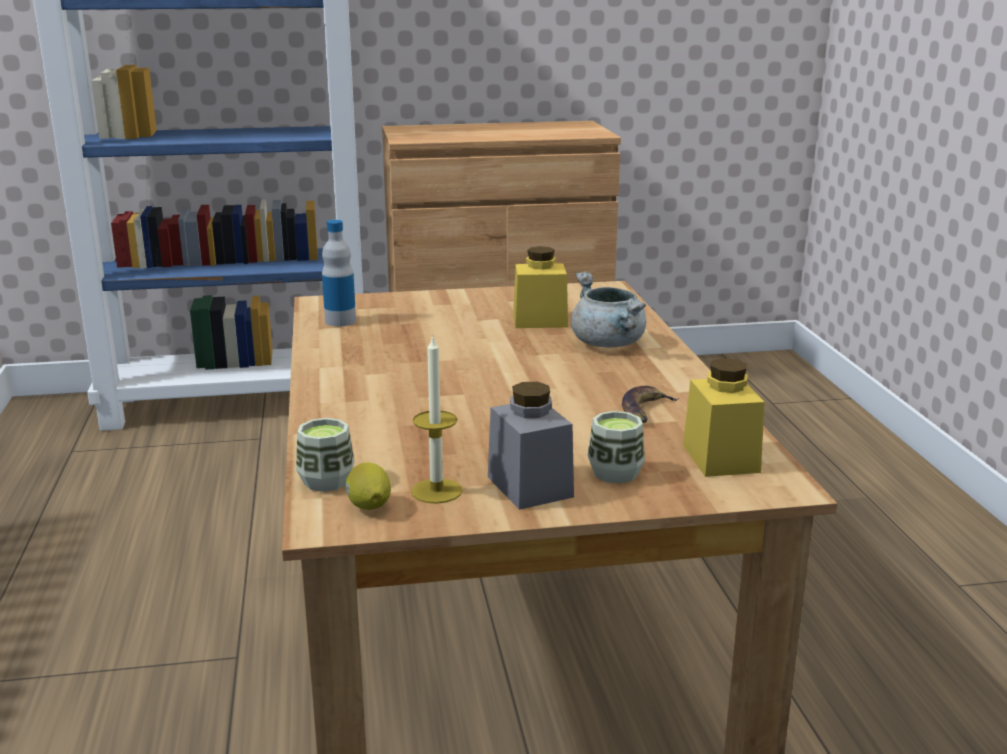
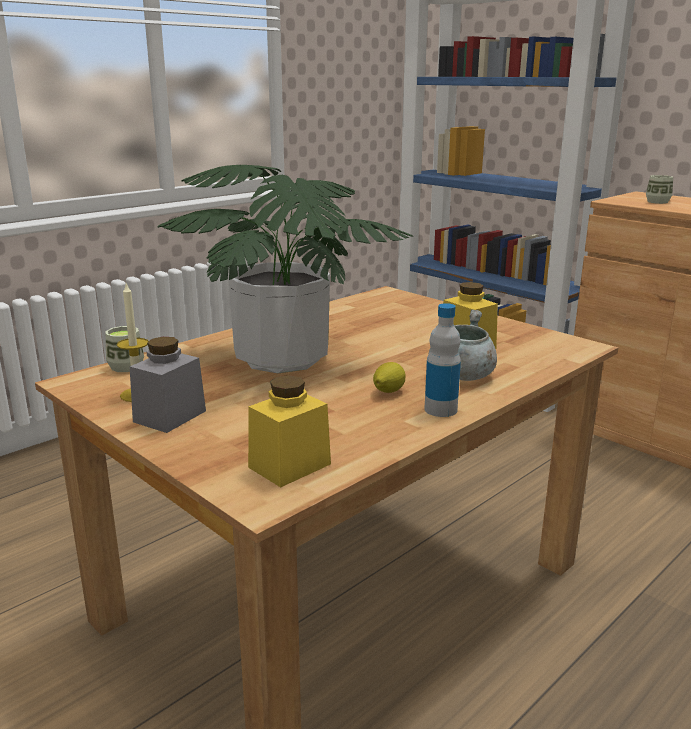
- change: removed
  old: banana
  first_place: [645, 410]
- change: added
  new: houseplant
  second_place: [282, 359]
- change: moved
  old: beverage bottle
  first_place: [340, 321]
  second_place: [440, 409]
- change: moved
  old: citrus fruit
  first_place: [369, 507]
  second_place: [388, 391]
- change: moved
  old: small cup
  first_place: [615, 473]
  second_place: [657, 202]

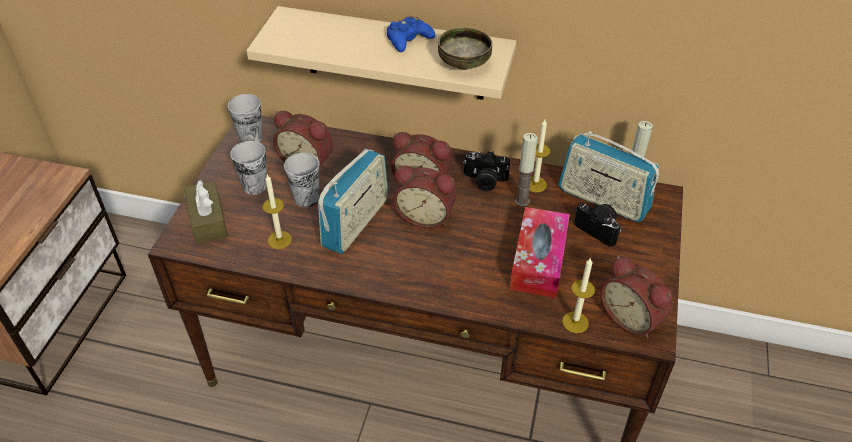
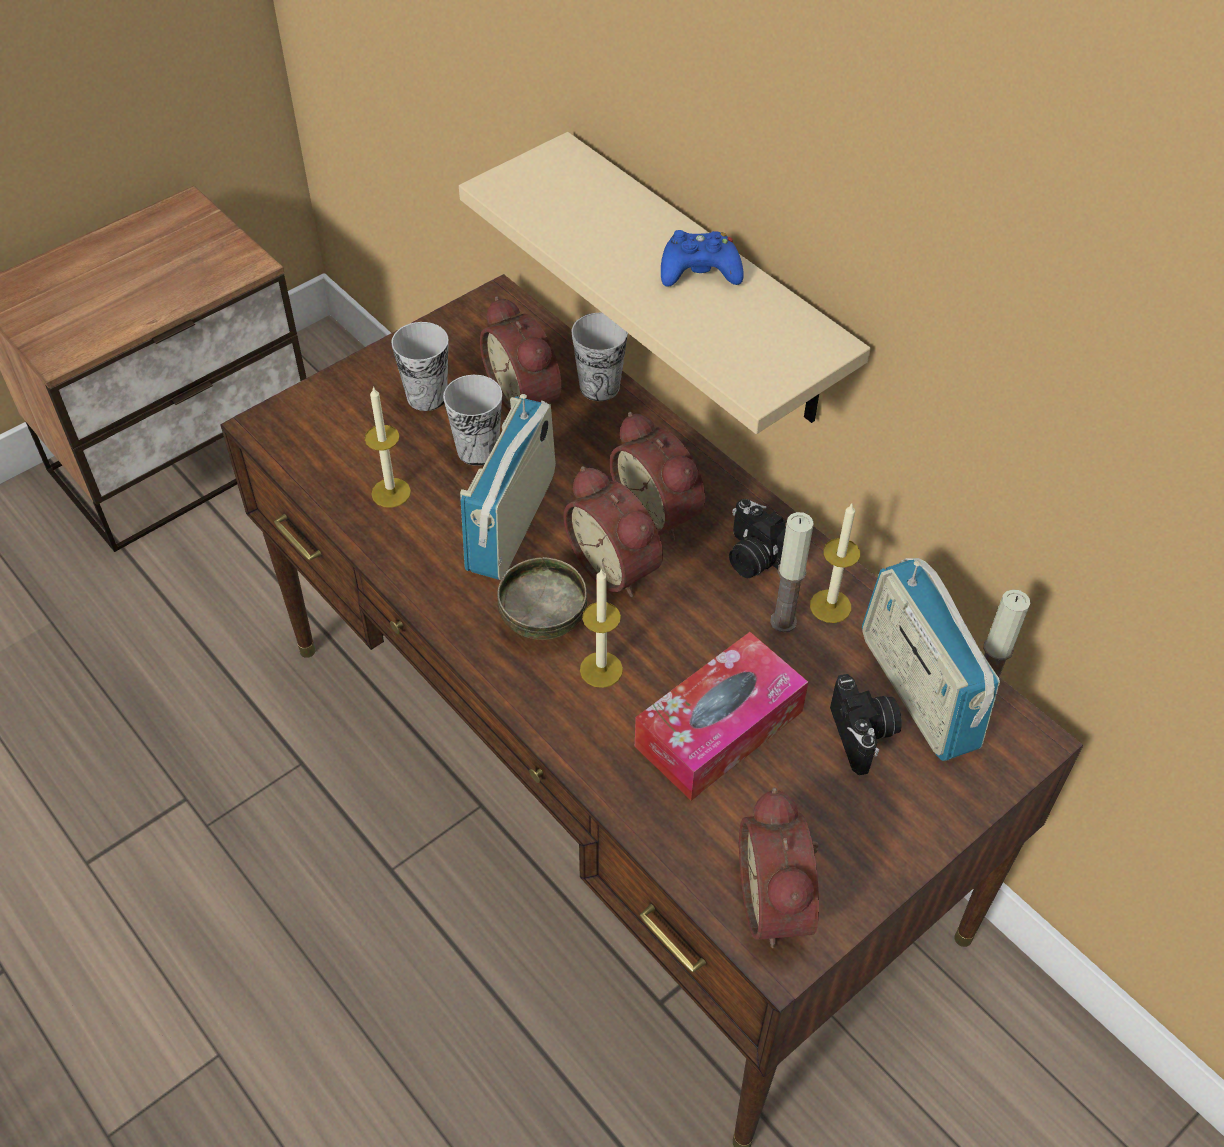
- change: removed
  old: brown tissue holder
  first_place: [208, 221]
- change: moved
  old: small cup
  first_place: [251, 137]
  second_place: [599, 387]
- change: moved
  old: deep dish
  first_place: [463, 64]
  second_place: [542, 618]
- change: moved
  old: candle
  first_place: [575, 322]
  second_place: [601, 669]
- change: turned
  old: radio set
  first_place: [356, 222]
  second_place: [512, 522]
  degrees: 135

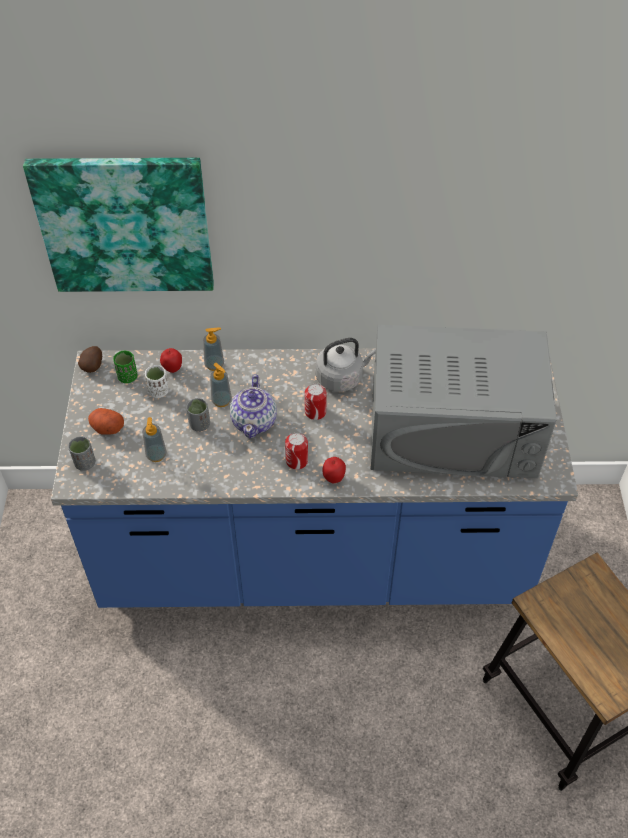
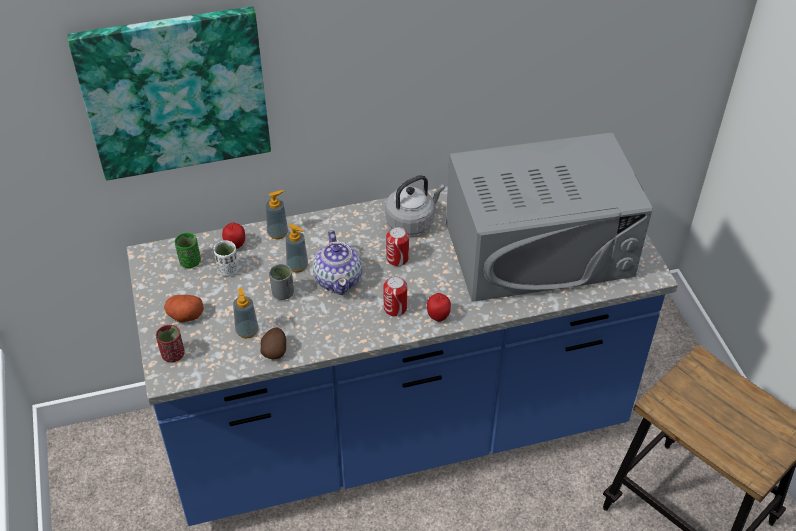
- change: moved
  old: potato
  first_place: [93, 365]
  second_place: [275, 350]
- change: recoloured
  old: greyish small cup
  new: red-coloured small cup
  first_place: [85, 463]
  second_place: [173, 354]

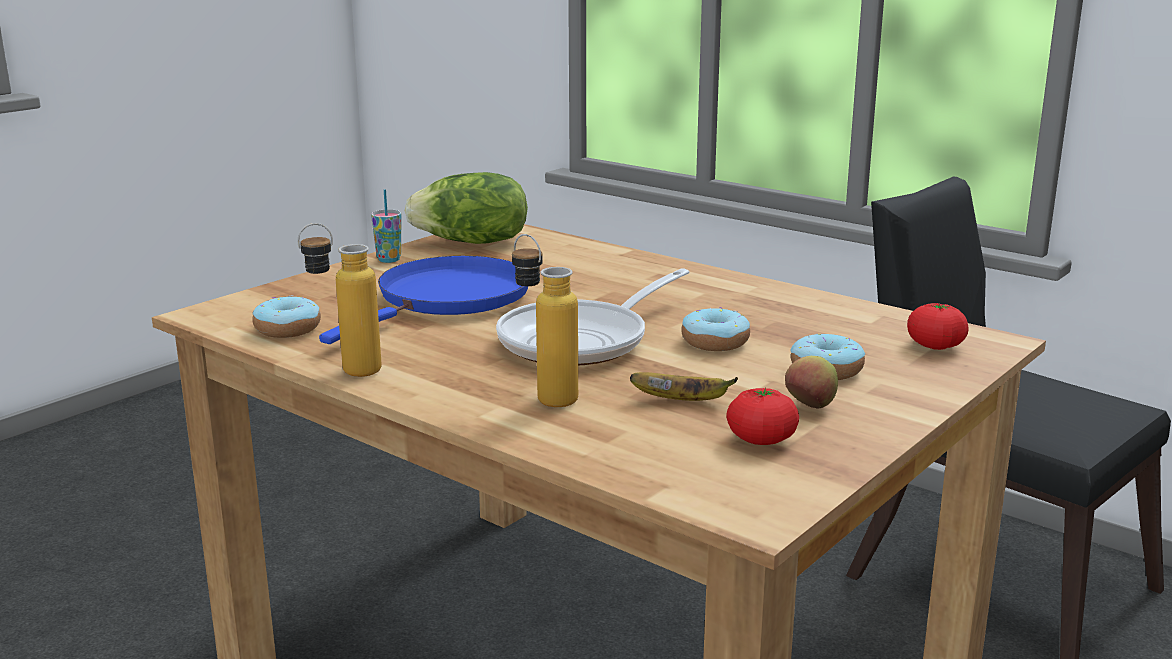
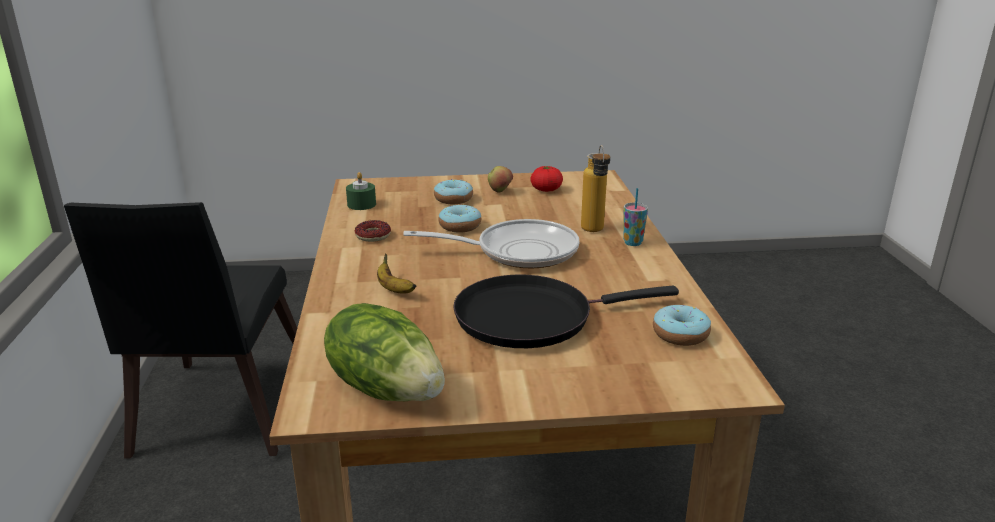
- change: removed
  old: beverage bottle
  first_place: [346, 373]
- change: removed
  old: tomato
  first_place: [935, 346]
- change: added
  new: green candle
  second_place: [361, 204]
- change: added
  new: doughnut
  second_place: [373, 236]
- change: moved
  old: small cup
  first_place: [389, 260]
  second_place: [632, 243]
- change: moved
  old: banana
  first_place: [682, 401]
  second_place: [394, 289]
- change: recoloured
  old: bluish pan
  new: black-coloured pan
  first_place: [448, 299]
  second_place: [532, 317]

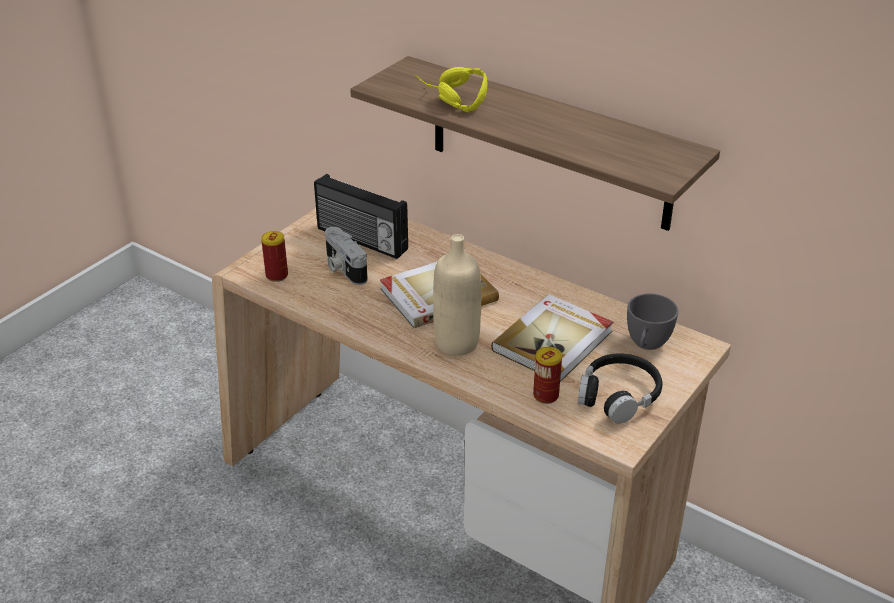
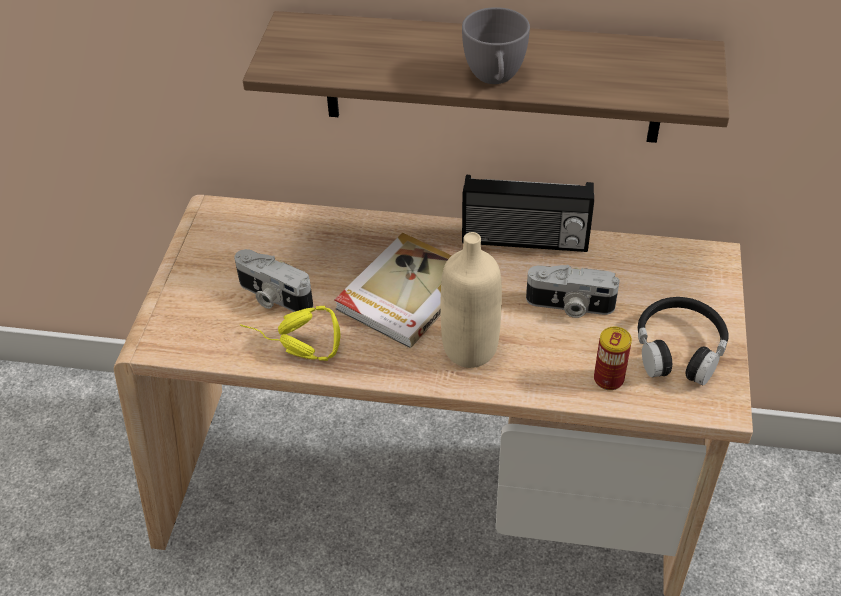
- change: removed
  old: metal can
  first_place: [277, 275]
- change: moved
  old: radio set
  first_place: [361, 240]
  second_place: [525, 241]
- change: moved
  old: yellow pair of headphones
  first_place: [446, 100]
  second_place: [290, 348]
- change: moved
  old: greyish small cup
  first_place: [646, 345]
  second_place: [495, 78]
- change: replaced
  old: book
  new: still camera
  first_place: [554, 341]
  second_place: [569, 306]

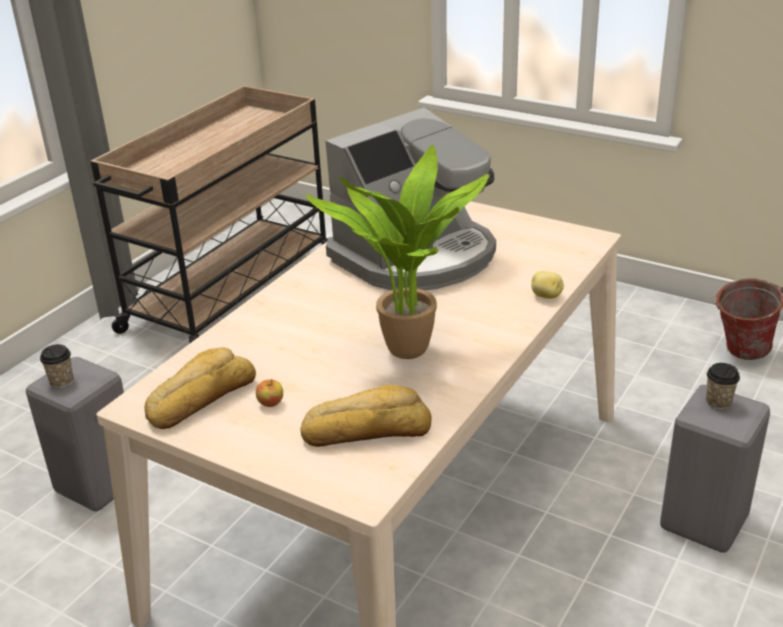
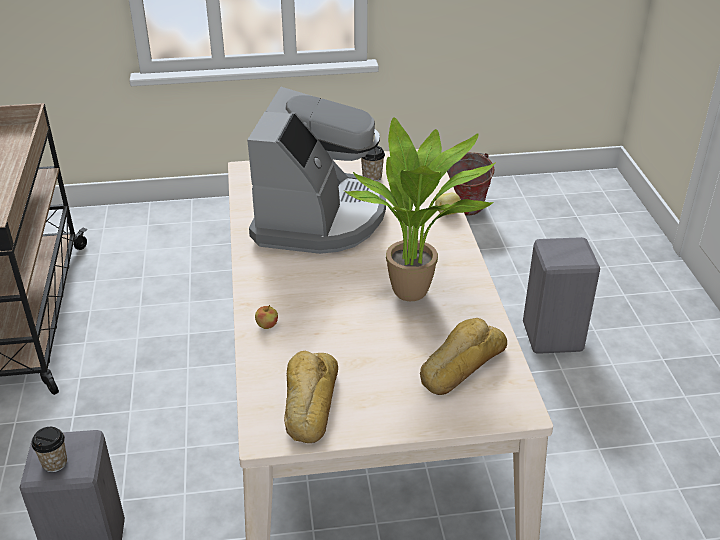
- change: moved
  old: whole apple
  first_place: [271, 403]
  second_place: [267, 325]
- change: moved
  old: small cup
  first_place: [718, 402]
  second_place: [372, 177]

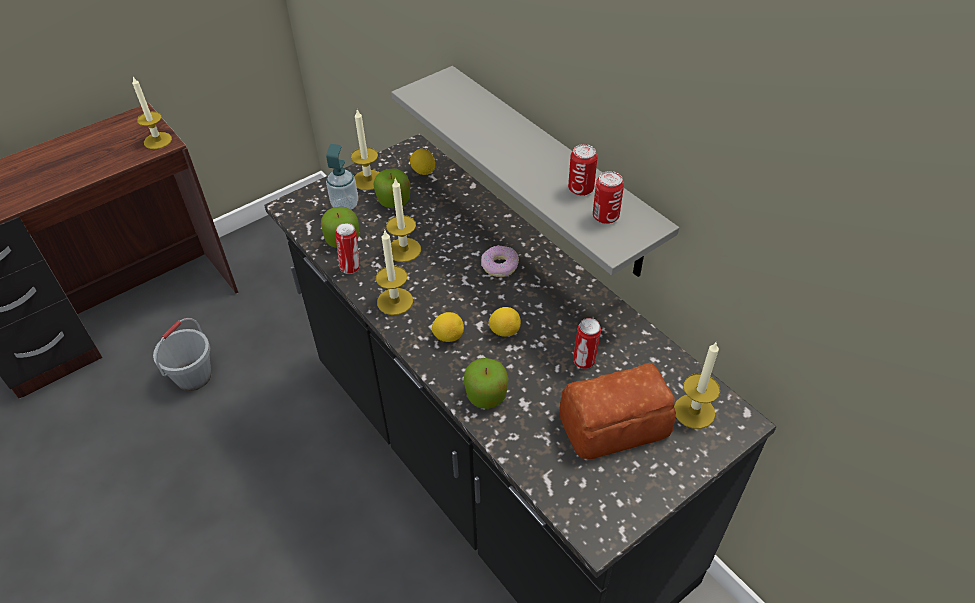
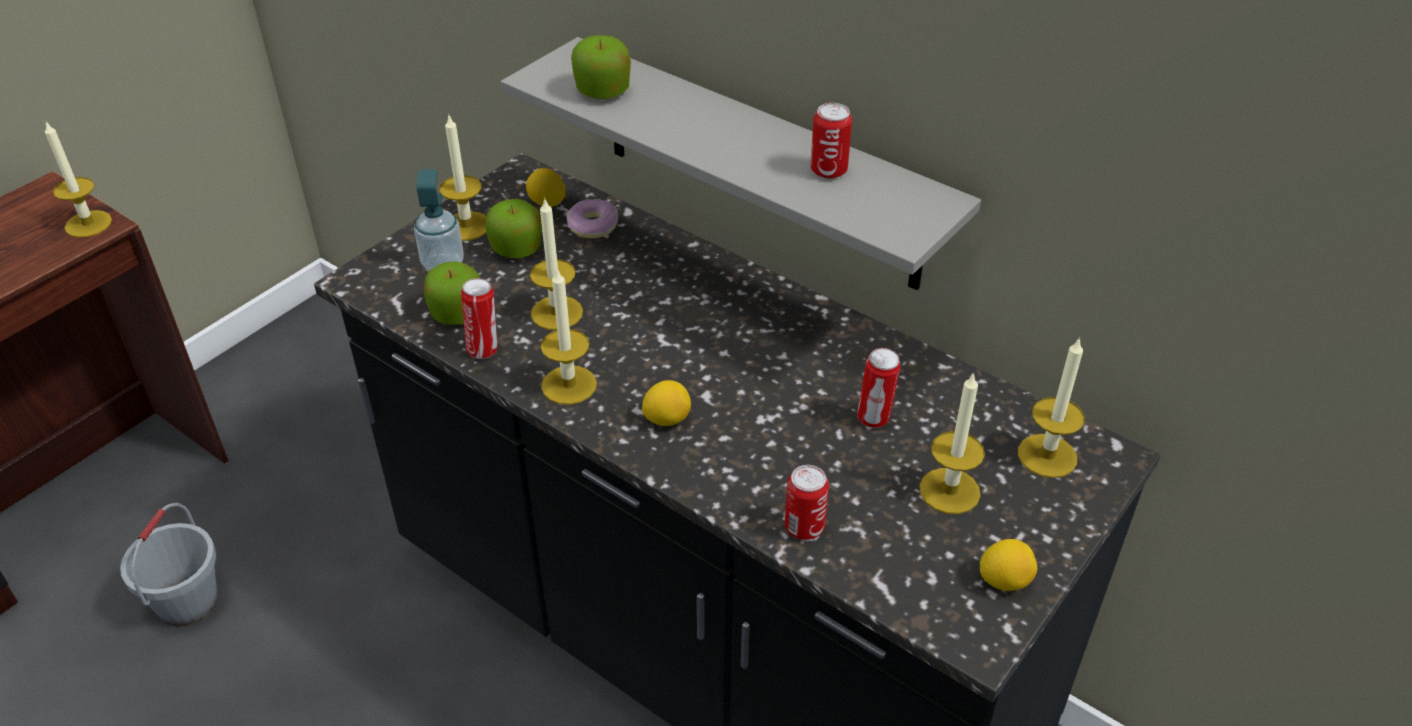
- change: moved
  old: whole apple
  first_place: [486, 395]
  second_place: [603, 91]
- change: moved
  old: doughnut
  first_place: [499, 266]
  second_place: [593, 226]
- change: moved
  old: citrus fruit
  first_place: [504, 331]
  second_place: [1004, 580]
- change: moved
  old: metal can
  first_place: [605, 217]
  second_place: [804, 527]
- change: replaced
  old: bread
  new: candle
  first_place: [617, 423]
  second_place: [949, 491]

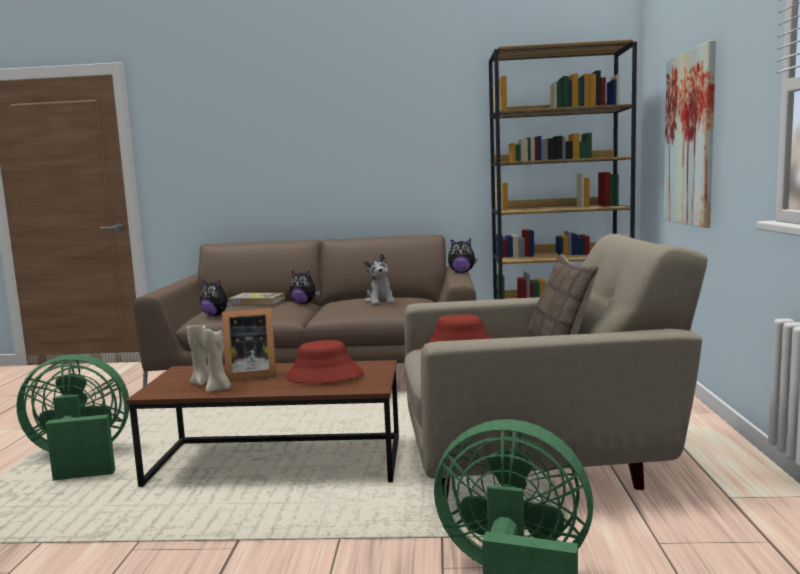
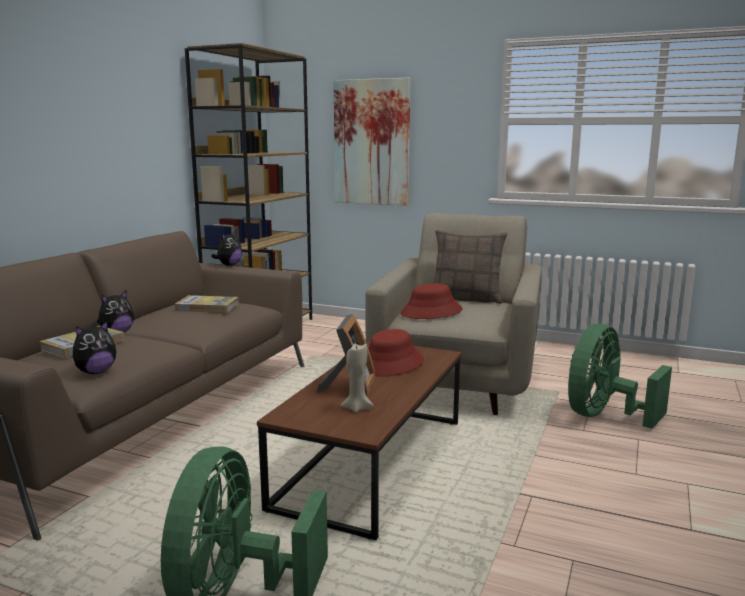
- change: removed
  old: beige candle
  first_place: [218, 389]
- change: replaced
  old: plush toy
  new: book
  first_place: [380, 301]
  second_place: [207, 307]

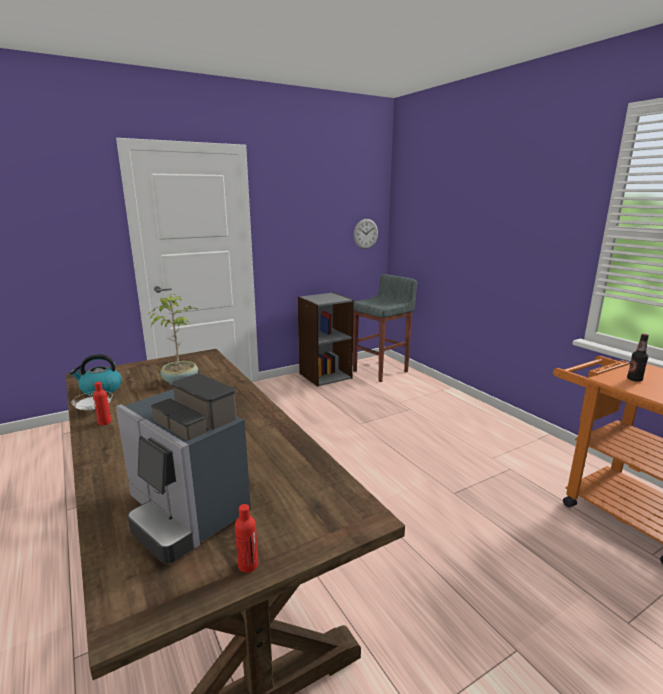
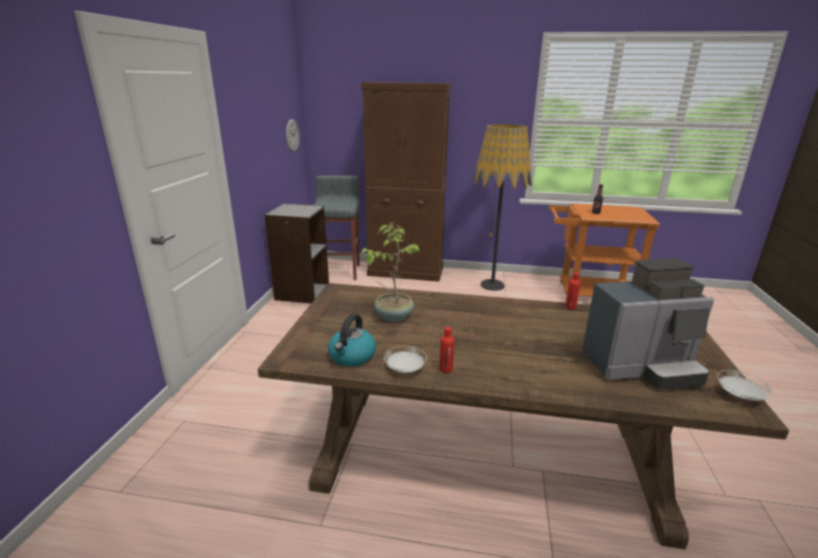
- change: added
  new: brown cabinet
  second_place: [406, 271]
- change: added
  new: standard lamp
  second_place: [492, 285]
- change: added
  new: white dinner plate
  second_place: [739, 396]
- change: moved
  old: red-coloured beverage bottle
  first_place: [248, 565]
  second_place: [570, 307]

